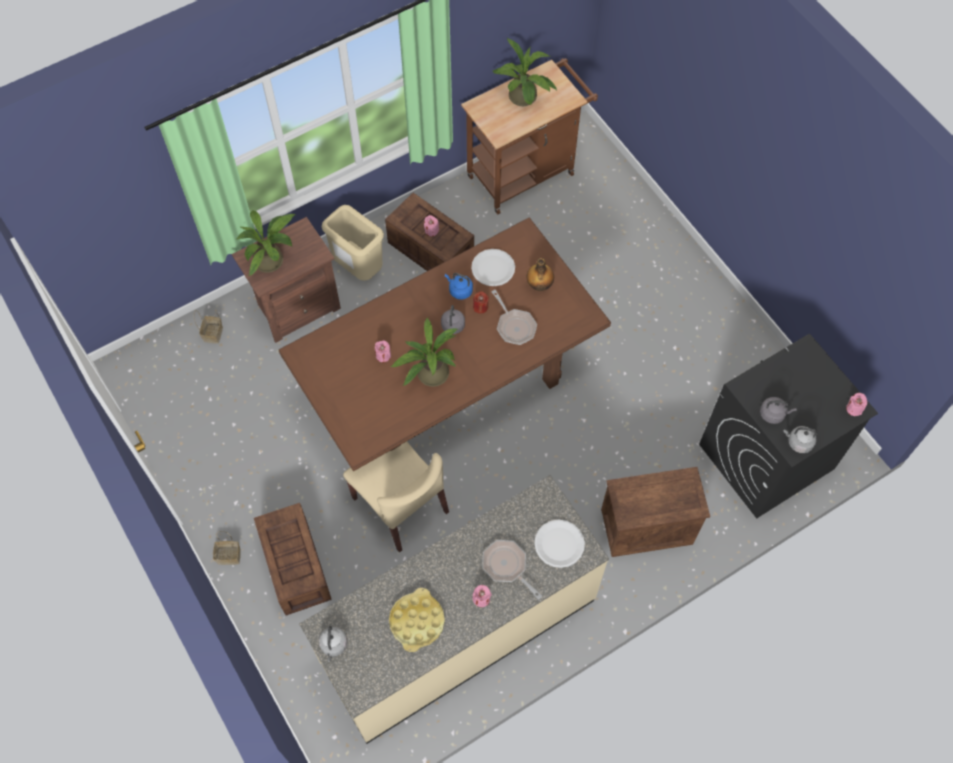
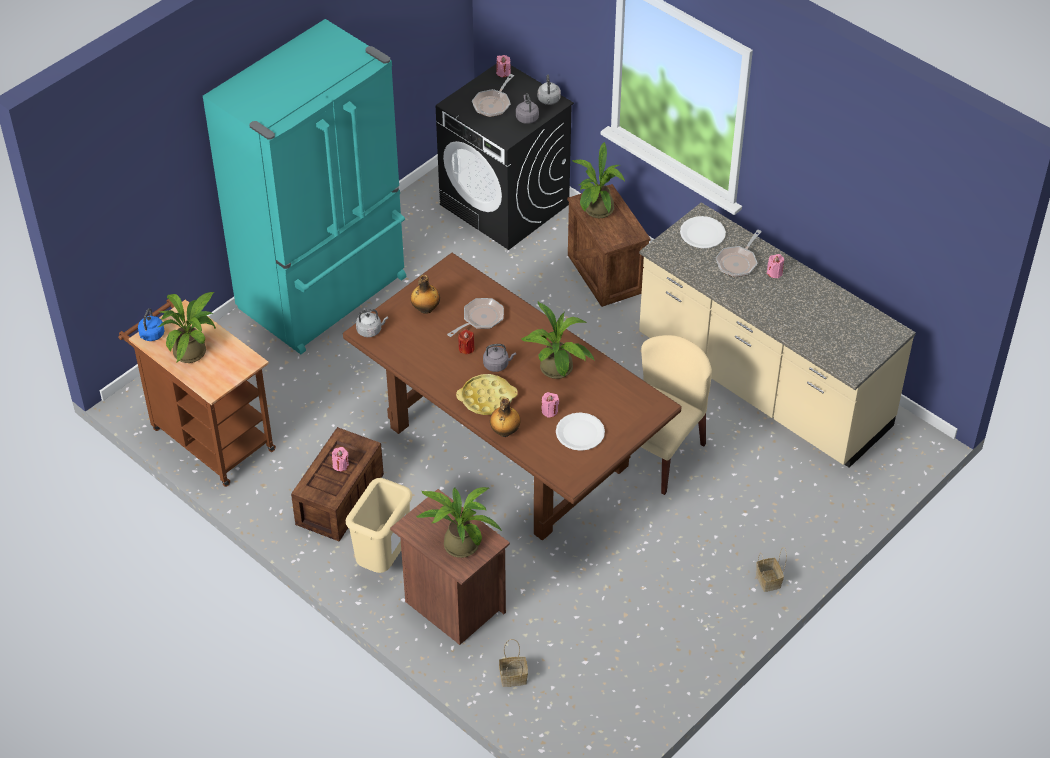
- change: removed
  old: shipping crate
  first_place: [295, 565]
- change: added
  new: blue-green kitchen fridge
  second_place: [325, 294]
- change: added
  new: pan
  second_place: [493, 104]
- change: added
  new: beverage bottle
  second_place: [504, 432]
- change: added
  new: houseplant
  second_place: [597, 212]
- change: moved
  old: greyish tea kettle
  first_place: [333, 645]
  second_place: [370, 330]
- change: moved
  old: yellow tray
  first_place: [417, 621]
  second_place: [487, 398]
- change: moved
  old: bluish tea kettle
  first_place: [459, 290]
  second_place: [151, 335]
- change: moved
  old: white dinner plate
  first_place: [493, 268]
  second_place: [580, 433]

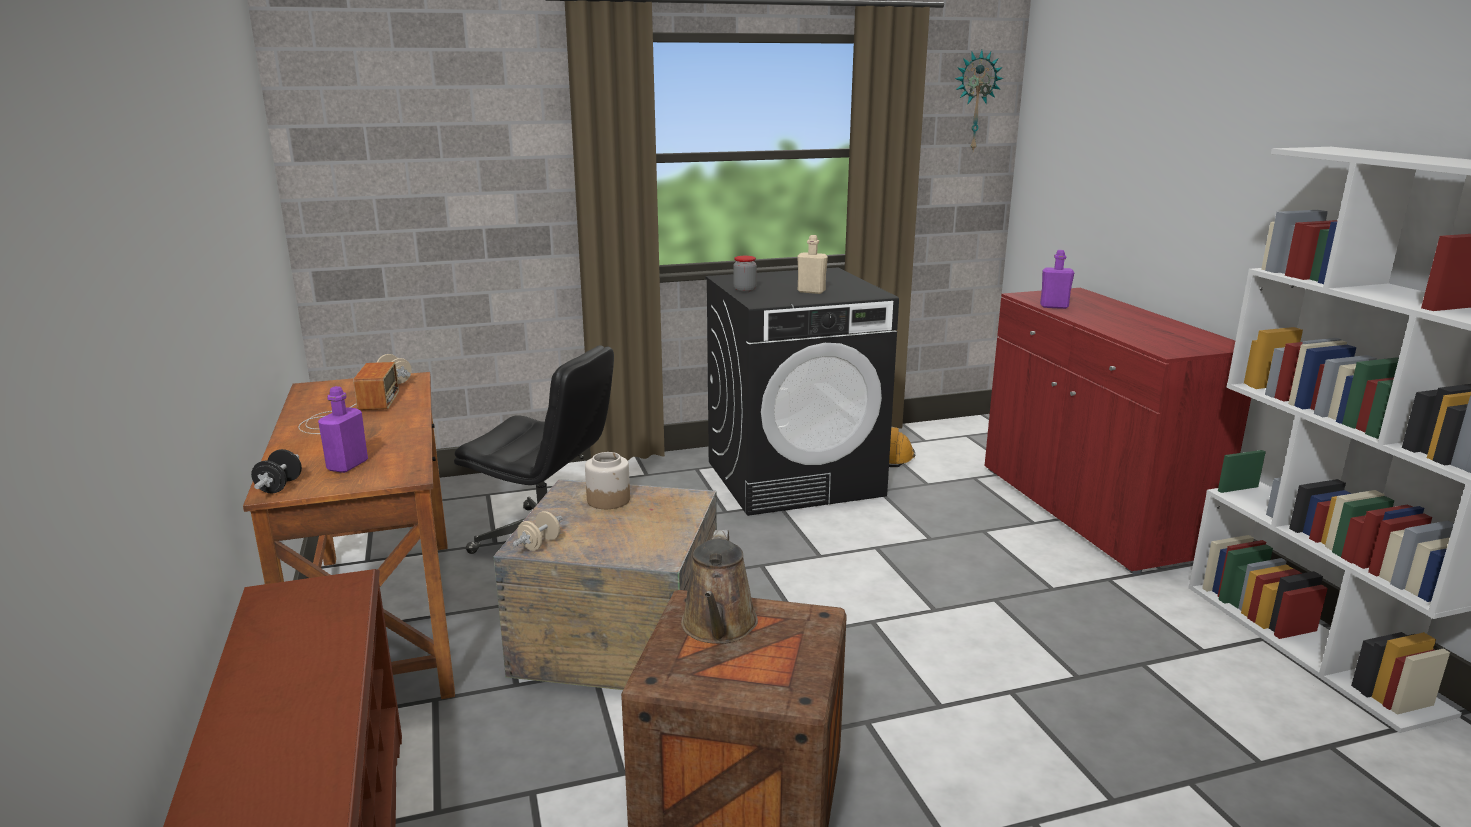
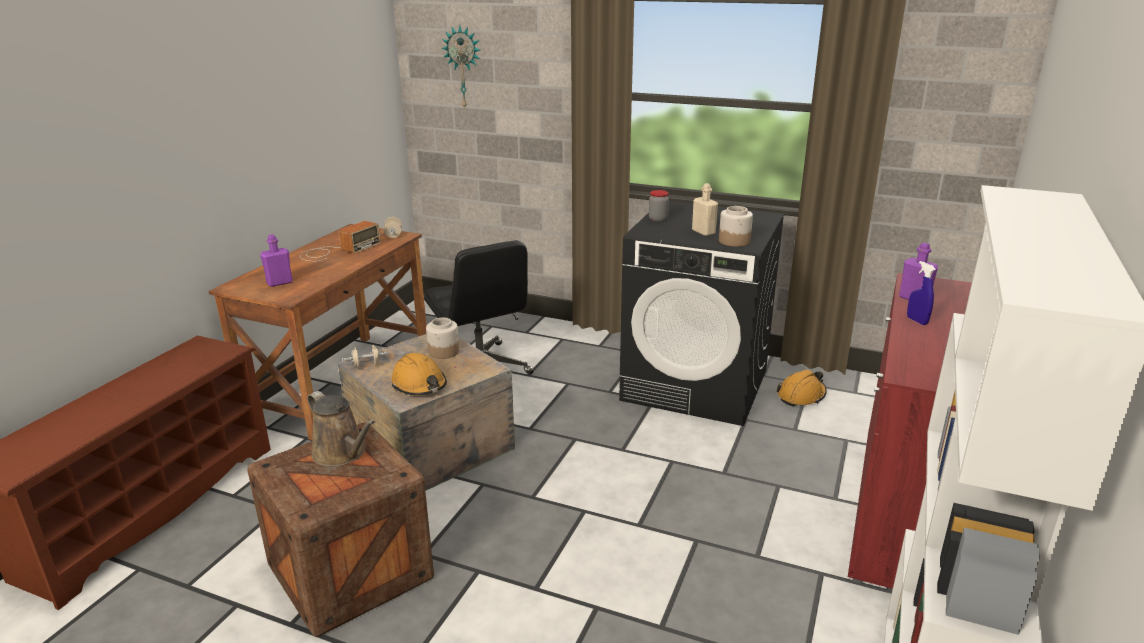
- change: removed
  old: black-coloured dumbbell
  first_place: [279, 487]
- change: added
  new: orange safety helmet
  second_place: [419, 385]
- change: added
  new: jar
  second_place: [734, 241]
- change: added
  new: bluish sprayer
  second_place: [917, 321]
- change: moved
  old: clock on the wall
  first_place: [975, 101]
  second_place: [464, 67]
- change: turned
  old: brown watering can
  first_place: [719, 627]
  second_place: [342, 453]
  degrees: -90

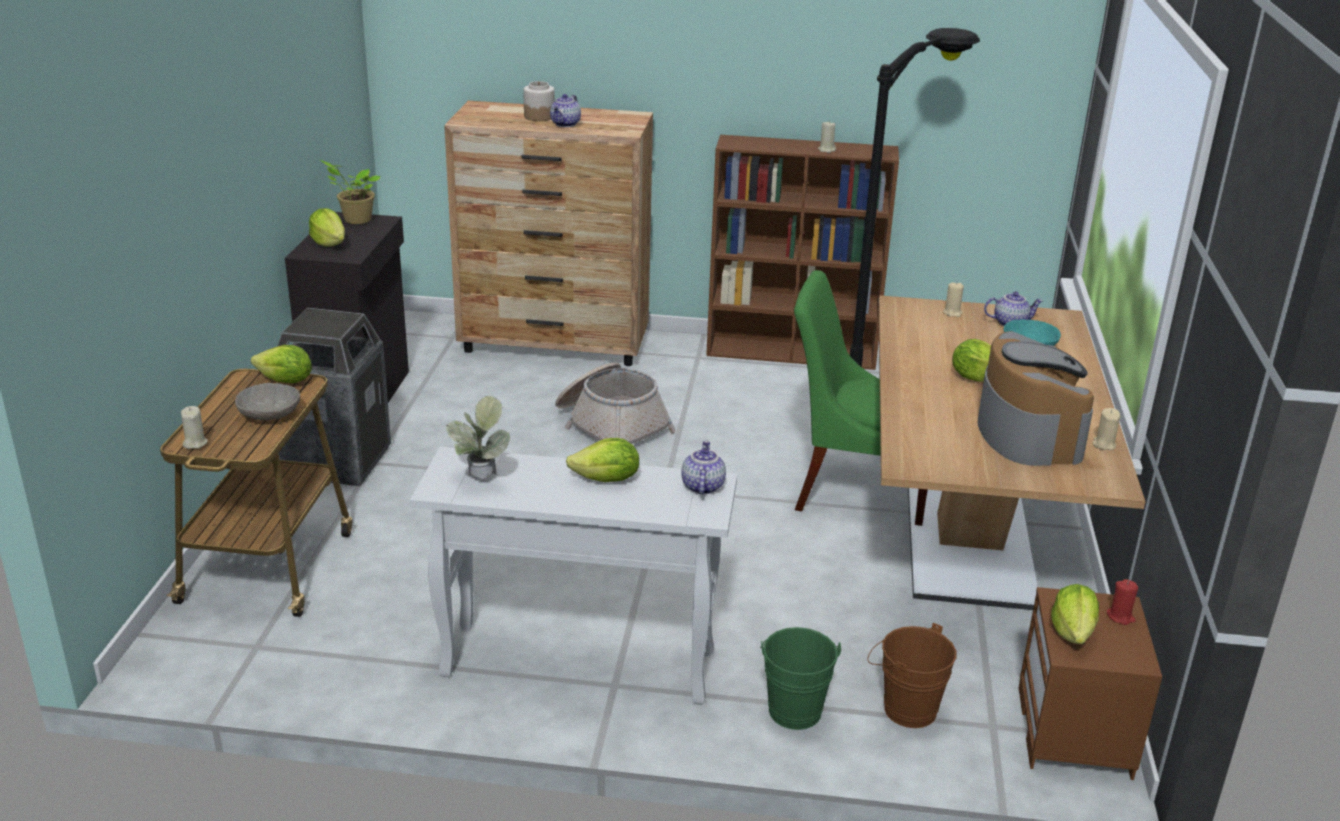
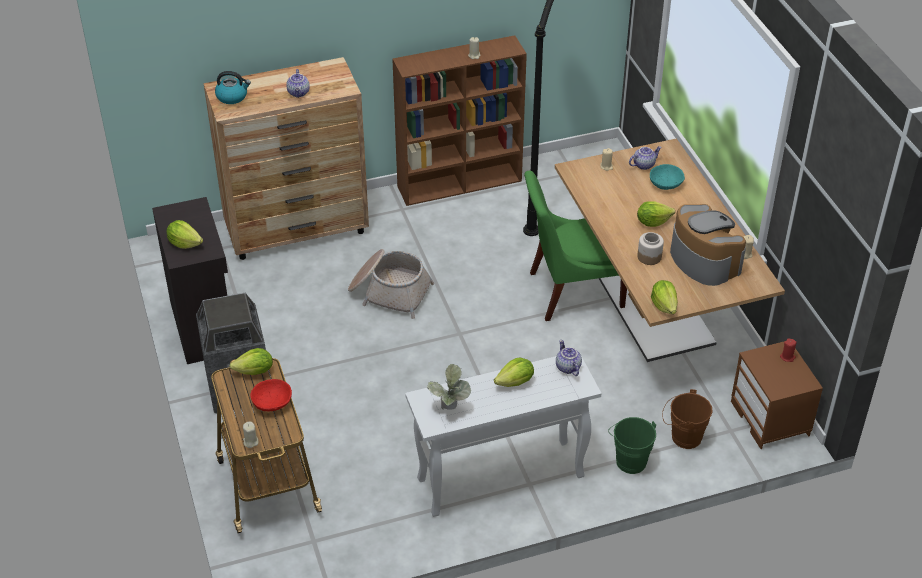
- change: removed
  old: houseplant
  first_place: [355, 220]
- change: added
  new: tea kettle
  second_place: [232, 96]
- change: moved
  old: jar
  first_place: [539, 116]
  second_place: [649, 257]
- change: moved
  old: lettuce head
  first_place: [1073, 632]
  second_place: [664, 305]
- change: recoloured
  old: greyish deep dish
  new: red-coloured deep dish
  first_place: [269, 414]
  second_place: [272, 402]

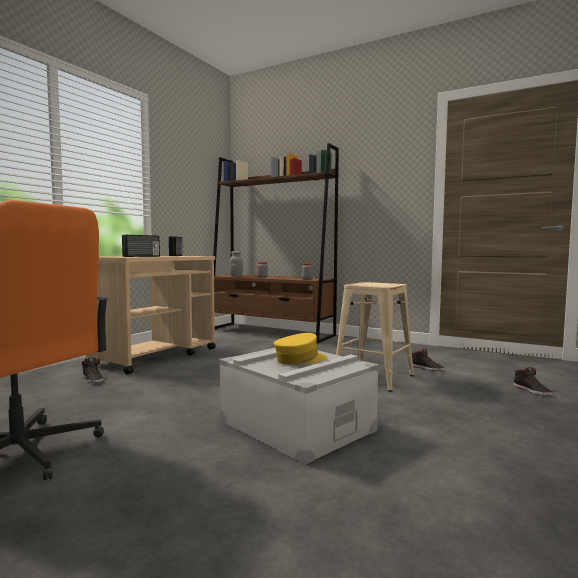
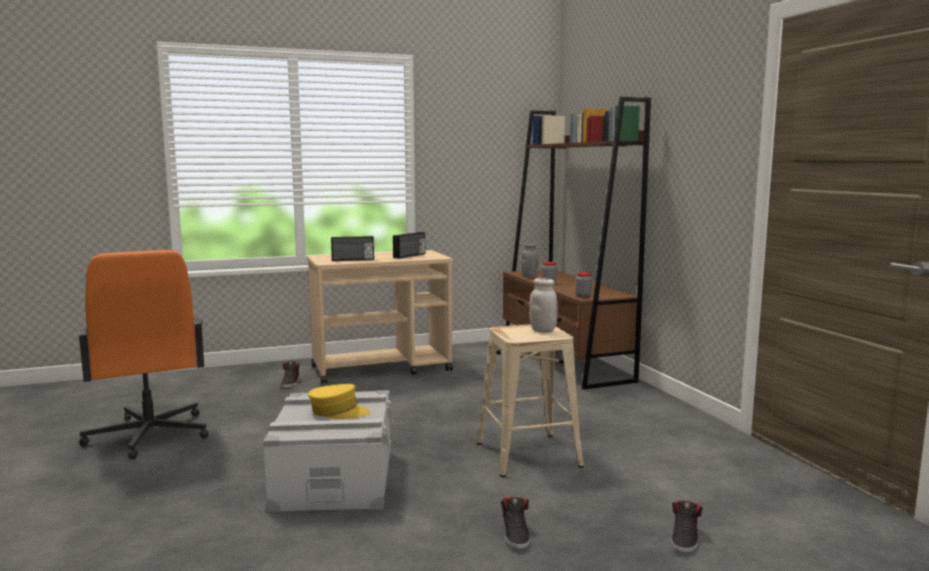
- change: added
  new: white jar
  second_place: [543, 331]
- change: moved
  old: black-coloured low shoe
  first_place: [427, 368]
  second_place: [516, 534]

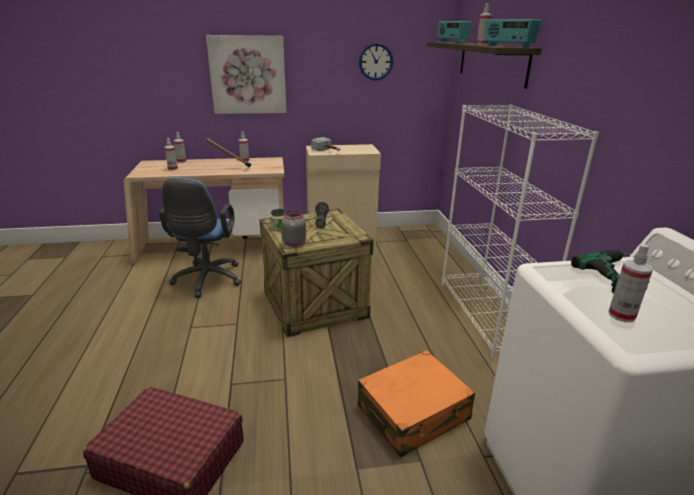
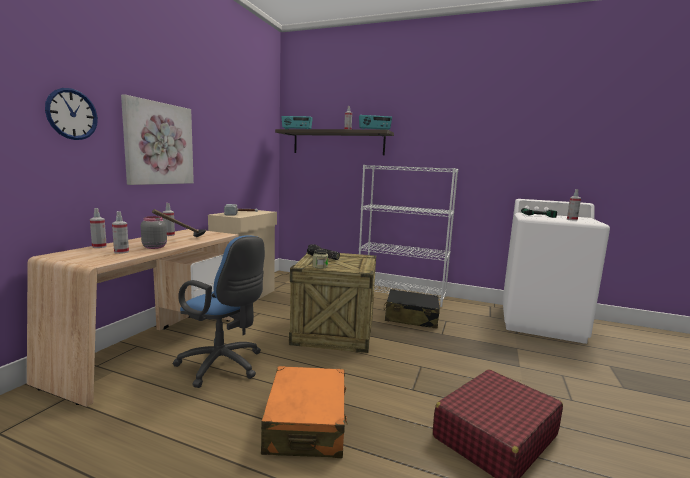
- change: added
  new: black-coloured travel case
  second_place: [411, 318]
- change: moved
  old: greyish jar
  first_place: [294, 243]
  second_place: [154, 247]
- change: moved
  old: orange travel case
  first_place: [413, 413]
  second_place: [306, 424]
- change: moved
  old: clock on the wall
  first_place: [375, 61]
  second_place: [72, 114]

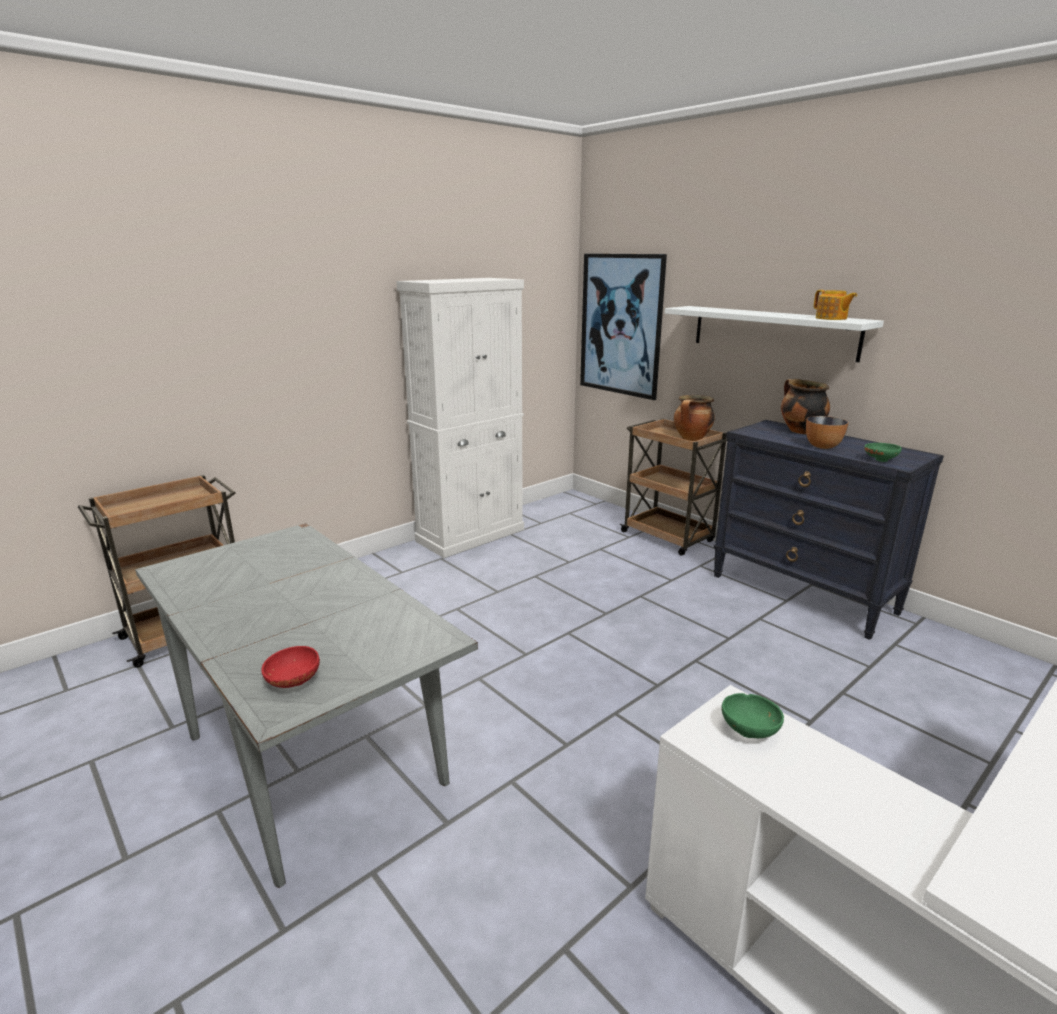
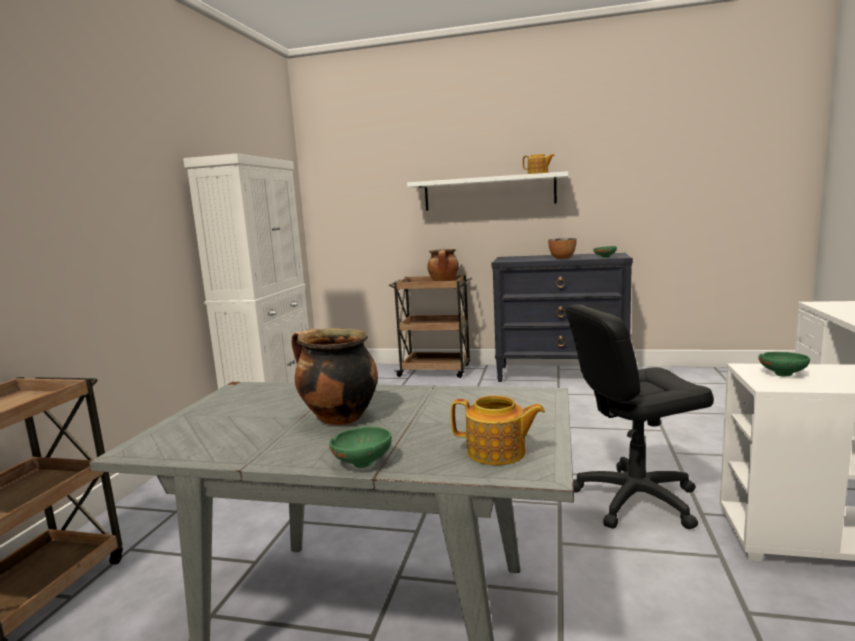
- change: removed
  old: wall art
  first_place: [621, 325]
- change: added
  new: green deep dish
  second_place: [362, 461]
- change: added
  new: black-coloured office chair
  second_place: [635, 499]
- change: moved
  old: saucepot
  first_place: [799, 431]
  second_place: [338, 418]
- change: replaced
  old: red-coloured deep dish
  new: tea pot
  first_place: [292, 682]
  second_place: [497, 452]

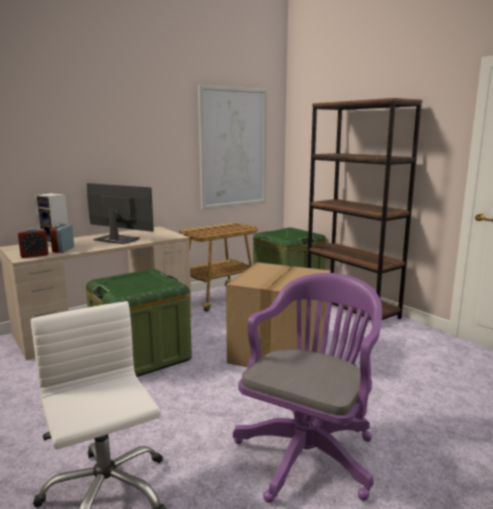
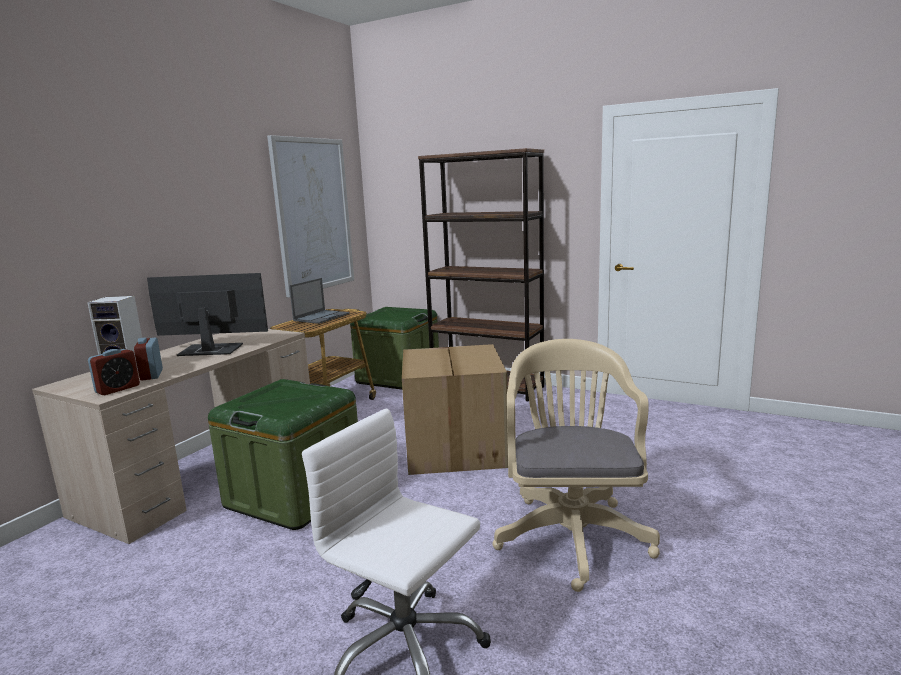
- change: added
  new: notebook computer
  second_place: [322, 317]
- change: recoloured
  old: purplish office chair
  new: beige office chair
  first_place: [309, 451]
  second_place: [571, 533]

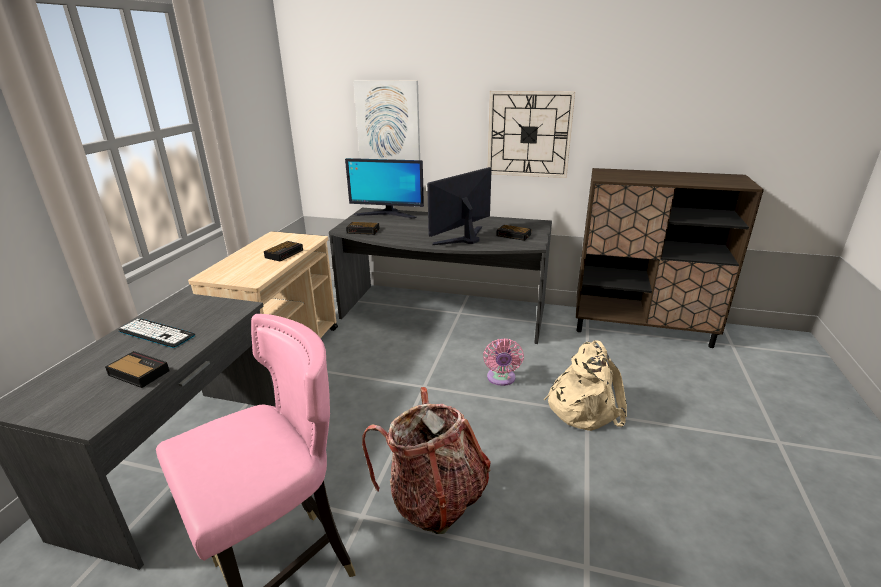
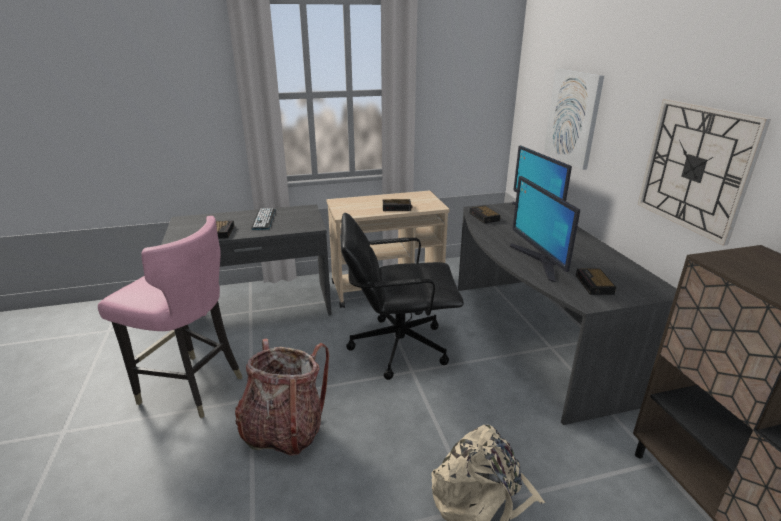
- change: removed
  old: pinkish fan
  first_place: [501, 379]
- change: added
  new: black-coloured office chair
  second_place: [398, 346]
- change: turned
  old: computer screen
  first_place: [464, 238]
  second_place: [540, 261]
  degrees: -120

